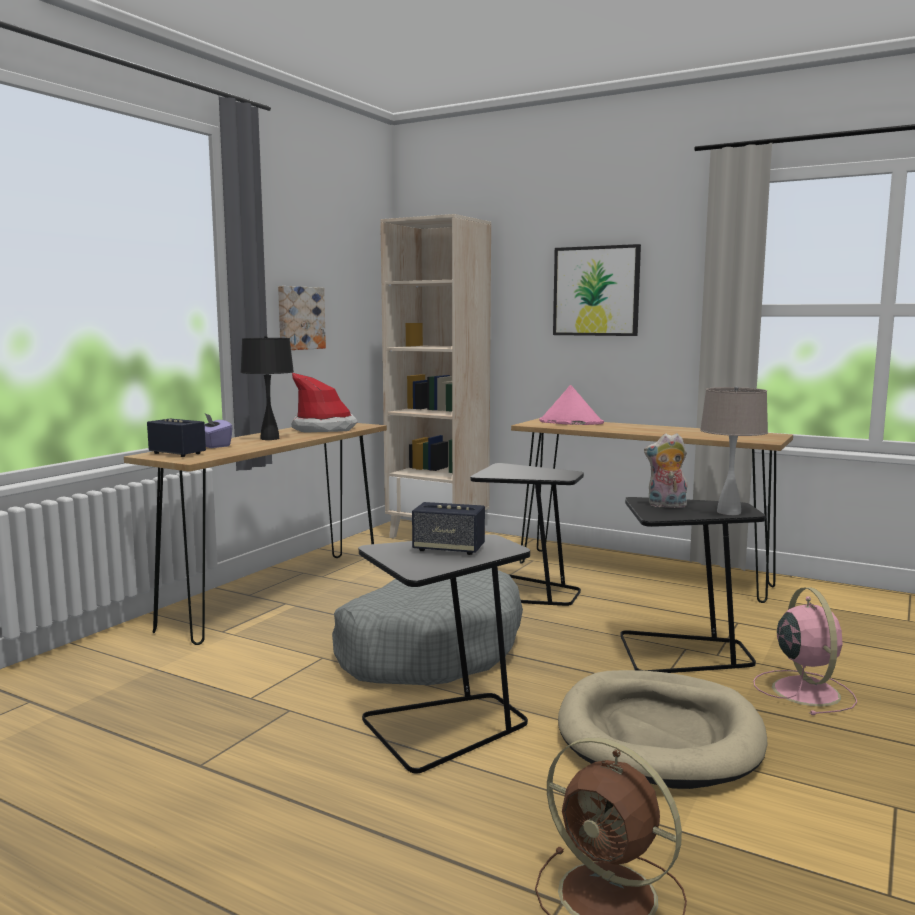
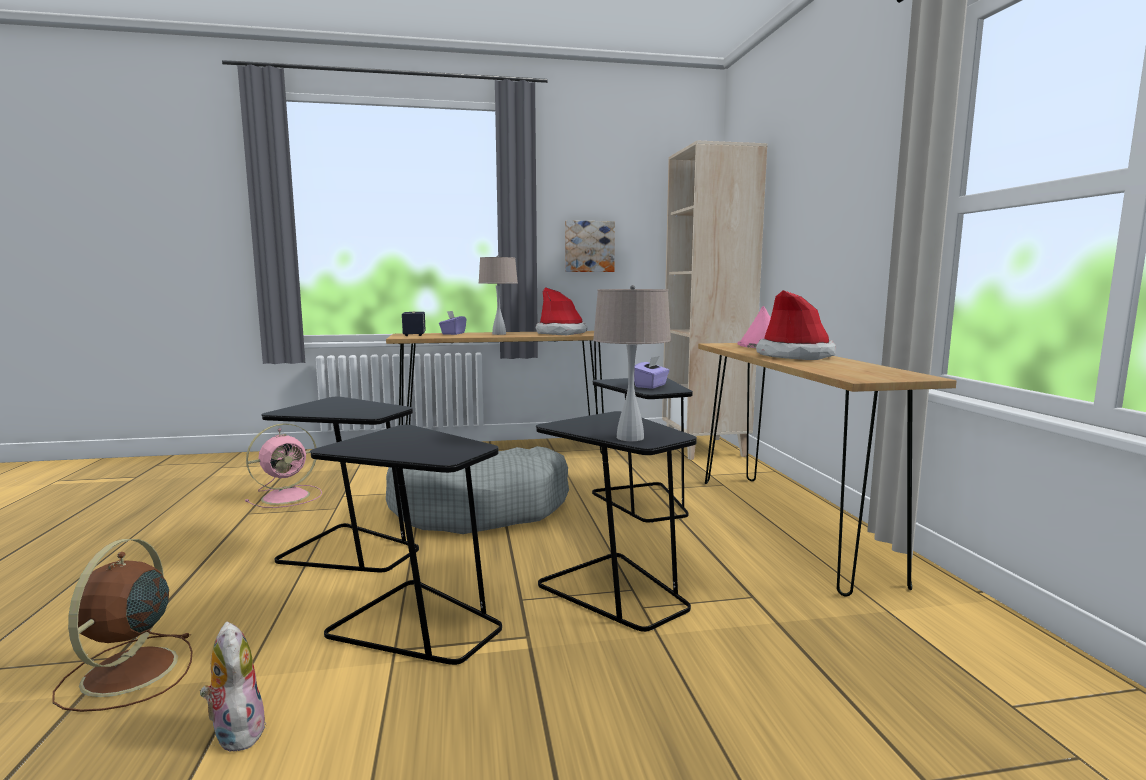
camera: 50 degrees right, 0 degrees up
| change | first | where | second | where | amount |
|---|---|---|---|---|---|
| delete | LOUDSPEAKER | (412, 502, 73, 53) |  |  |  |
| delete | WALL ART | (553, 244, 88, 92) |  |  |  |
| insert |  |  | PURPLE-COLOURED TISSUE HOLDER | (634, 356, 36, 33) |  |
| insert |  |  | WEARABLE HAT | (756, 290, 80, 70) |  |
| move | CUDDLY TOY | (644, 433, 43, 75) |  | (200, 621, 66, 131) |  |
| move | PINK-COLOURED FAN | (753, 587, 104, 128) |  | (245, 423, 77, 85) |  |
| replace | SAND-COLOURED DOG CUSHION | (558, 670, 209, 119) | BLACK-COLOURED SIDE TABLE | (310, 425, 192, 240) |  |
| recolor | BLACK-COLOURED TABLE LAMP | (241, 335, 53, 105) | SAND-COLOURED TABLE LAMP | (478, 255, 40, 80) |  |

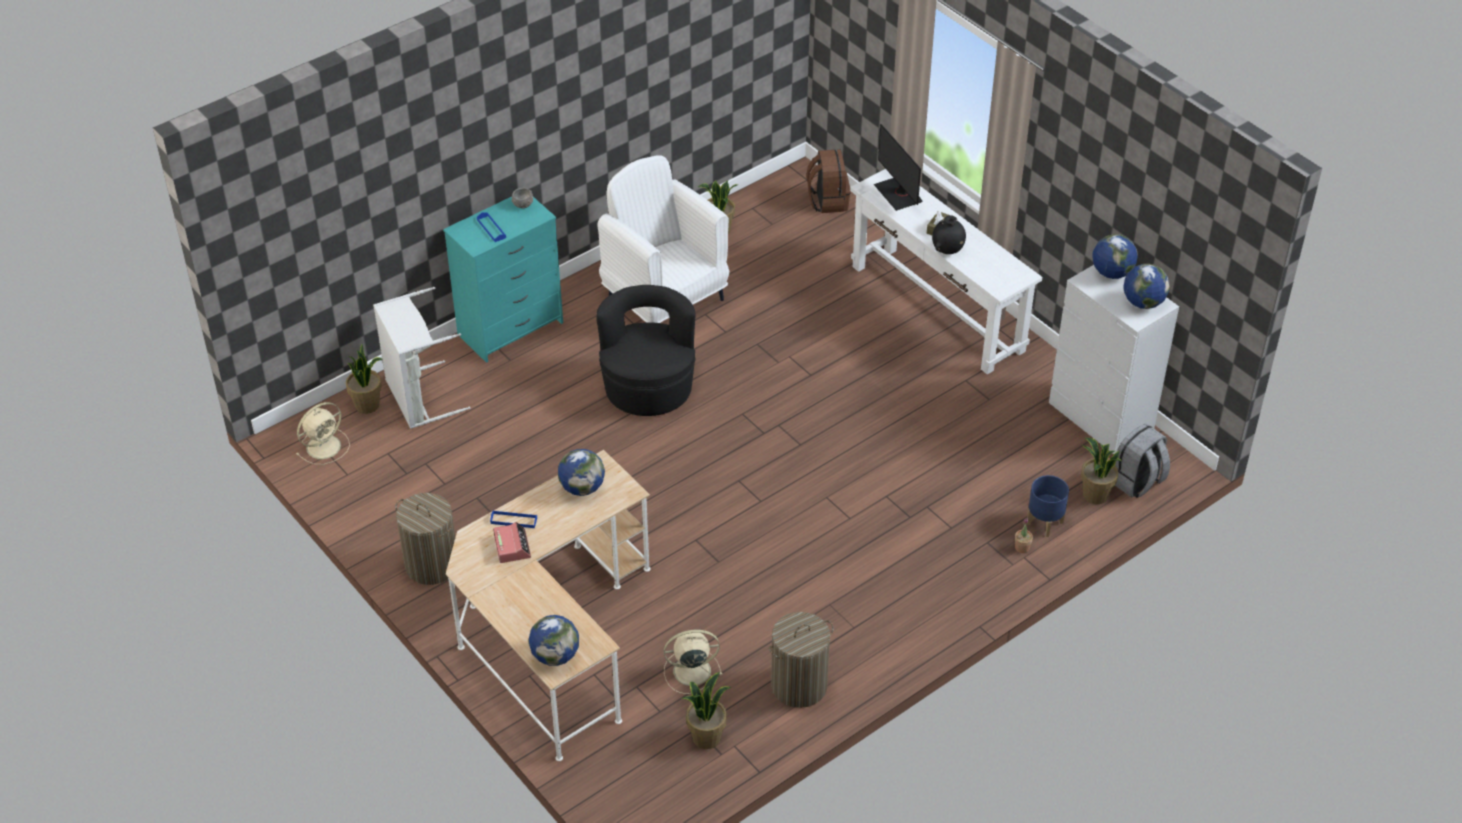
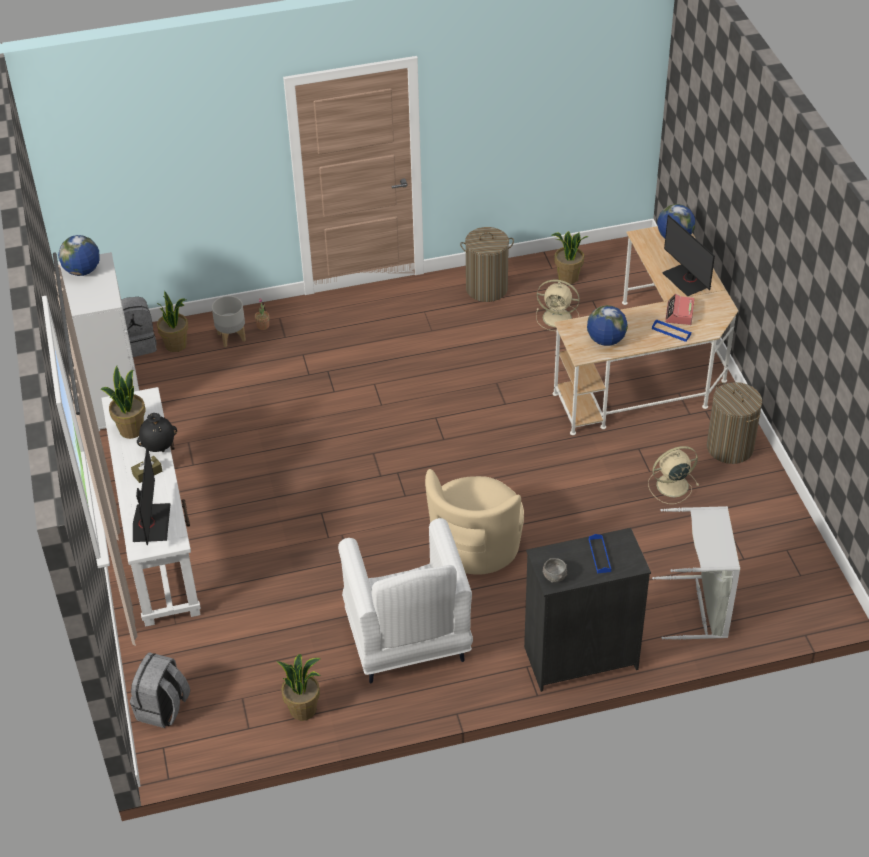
camera: 155 degrees left, 0 degrees up
| change | first | where | second | where | amount |
|---|---|---|---|---|---|
| delete | GLOBE | (1092, 234, 46, 45) |  |  |  |
| insert |  |  | COMPUTER DISPLAY | (662, 215, 53, 82) |  |
| move | SAND-COLOURED FAN | (297, 402, 53, 63) |  | (648, 446, 51, 58) |  |
| move | POTTED PLANT | (346, 344, 37, 70) |  | (100, 366, 45, 73) |  |
| recolor | BLUE-GREEN CHEST OF DRAWERS | (443, 197, 120, 166) | BLACK-COLOURED CHEST OF DRAWERS | (524, 528, 127, 164) |  |
| recolor | BLACK-COLOURED LOUNGE CHAIR | (596, 285, 100, 131) | SAND-COLOURED LOUNGE CHAIR | (425, 469, 99, 106) |  |
| recolor | BROWN RUCKSACK | (807, 149, 44, 64) | GRAY RUCKSACK | (130, 652, 60, 76) |  |
| recolor | BLUE PLANTER | (1027, 475, 42, 62) | GRAY PLANTER | (212, 296, 34, 51) |  |

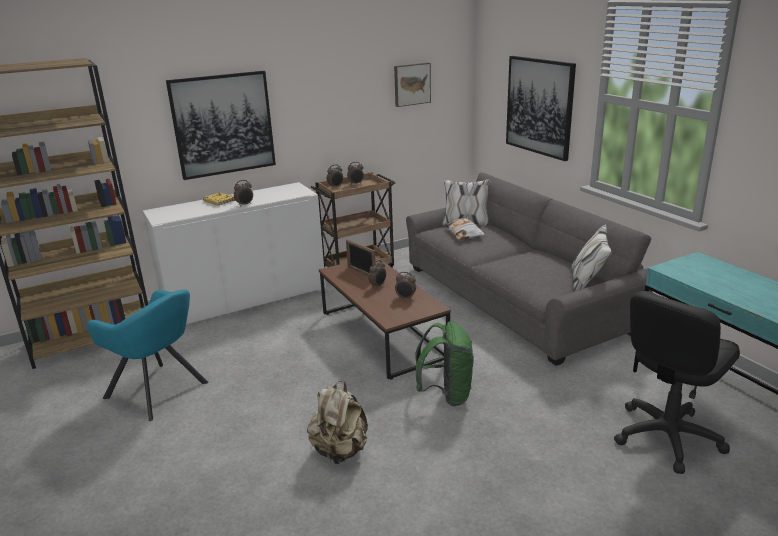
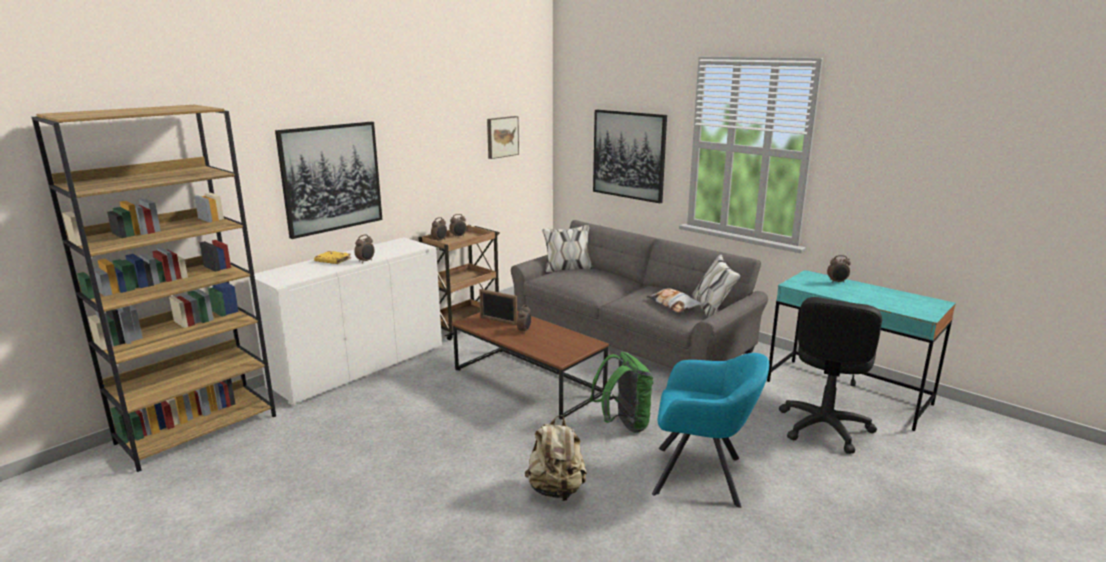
camera: 20 degrees left, 5 degrees down
| change | first | where | second | where | amount |
|---|---|---|---|---|---|
| move | BLUE-GREEN LOUNGE CHAIR | (87, 289, 122, 132) |  | (652, 353, 117, 155) |  |
| move | BEDSIDE CLOCK | (395, 272, 21, 28) |  | (827, 255, 24, 28) |  |
| move | CUSHION | (445, 218, 40, 22) |  | (647, 288, 55, 24) |  |

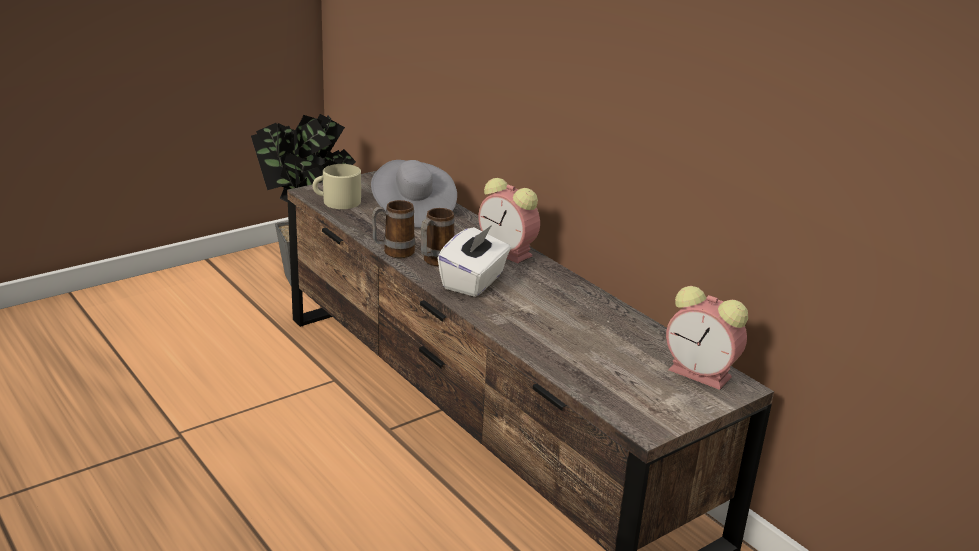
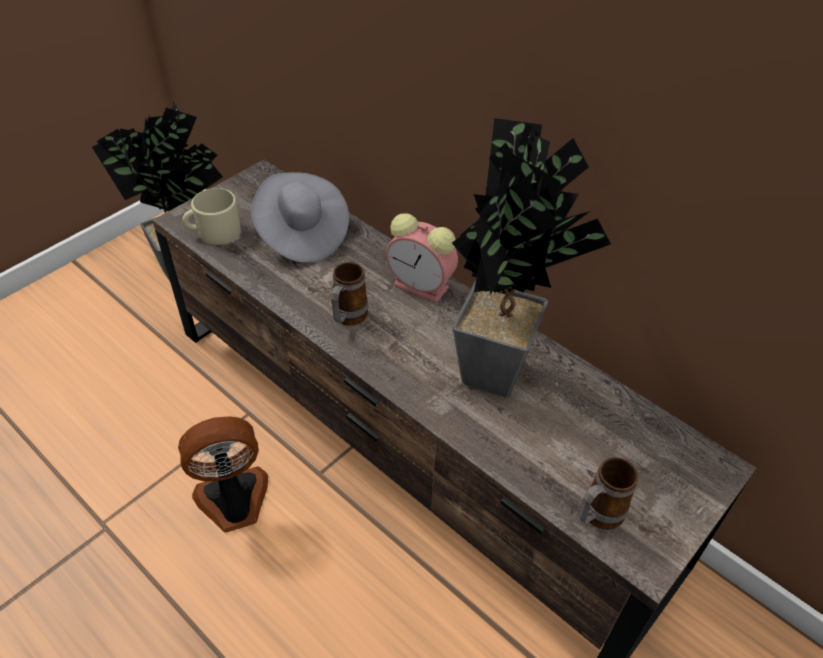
camera: 10 degrees left, 20 degrees up
| change | first | where | second | where | amount |
|---|---|---|---|---|---|
| delete | WHITE-COLOURED TISSUE HOLDER | (438, 225, 73, 72) |  |  |  |
| delete | BEDSIDE CLOCK | (666, 286, 82, 104) |  |  |  |
| insert |  |  | FAN | (178, 416, 90, 117) |  |
| insert |  |  | POTTED PLANT | (452, 118, 159, 280) |  |
| move | COFFEE MUG | (372, 200, 43, 58) |  | (579, 457, 59, 73) |  |

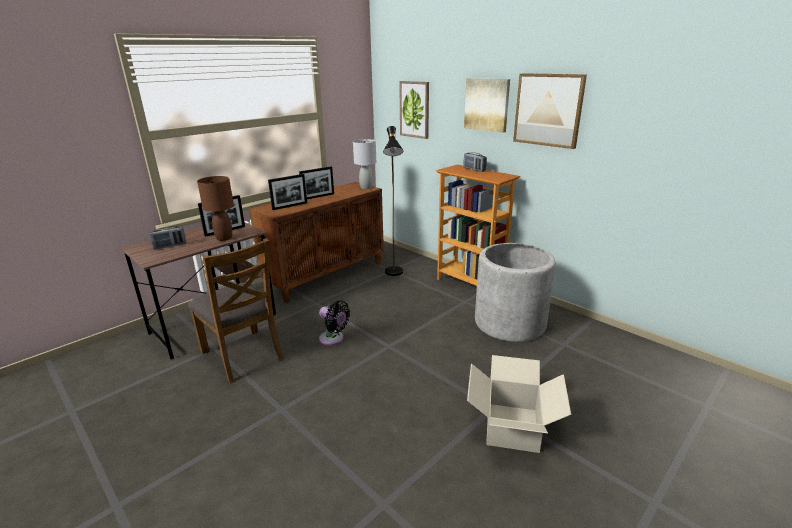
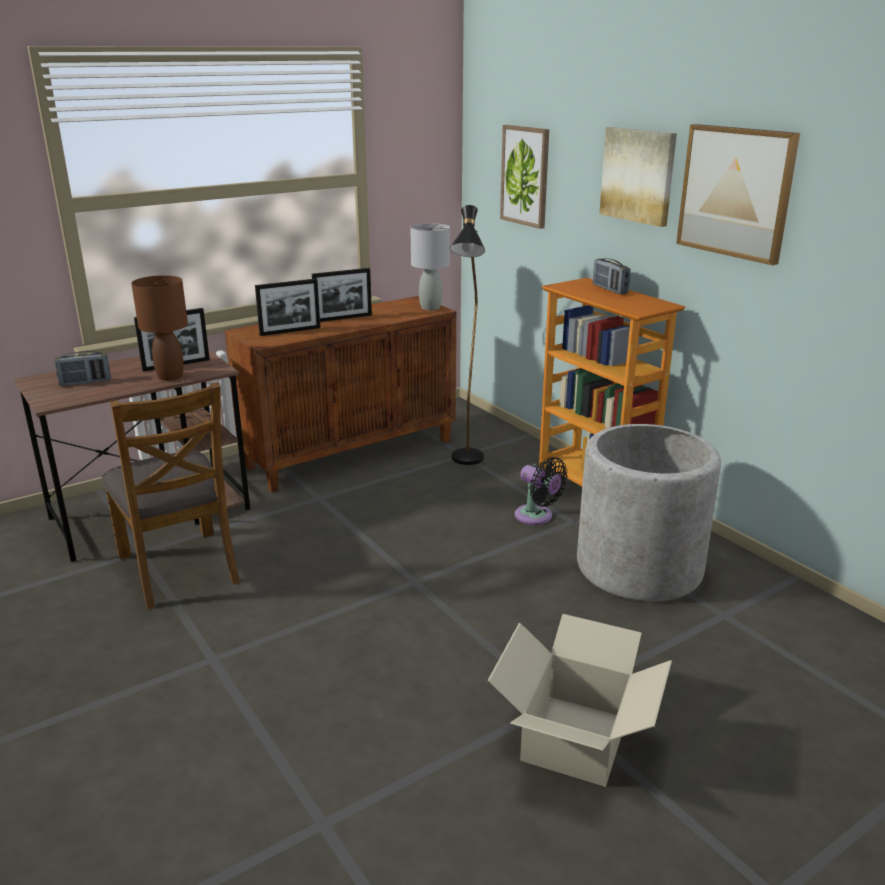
camera: 10 degrees right, 0 degrees up
| change | first | where | second | where | amount |
|---|---|---|---|---|---|
| move | BLACK-COLOURED FAN | (319, 301, 31, 45) |  | (515, 457, 53, 68) |  |

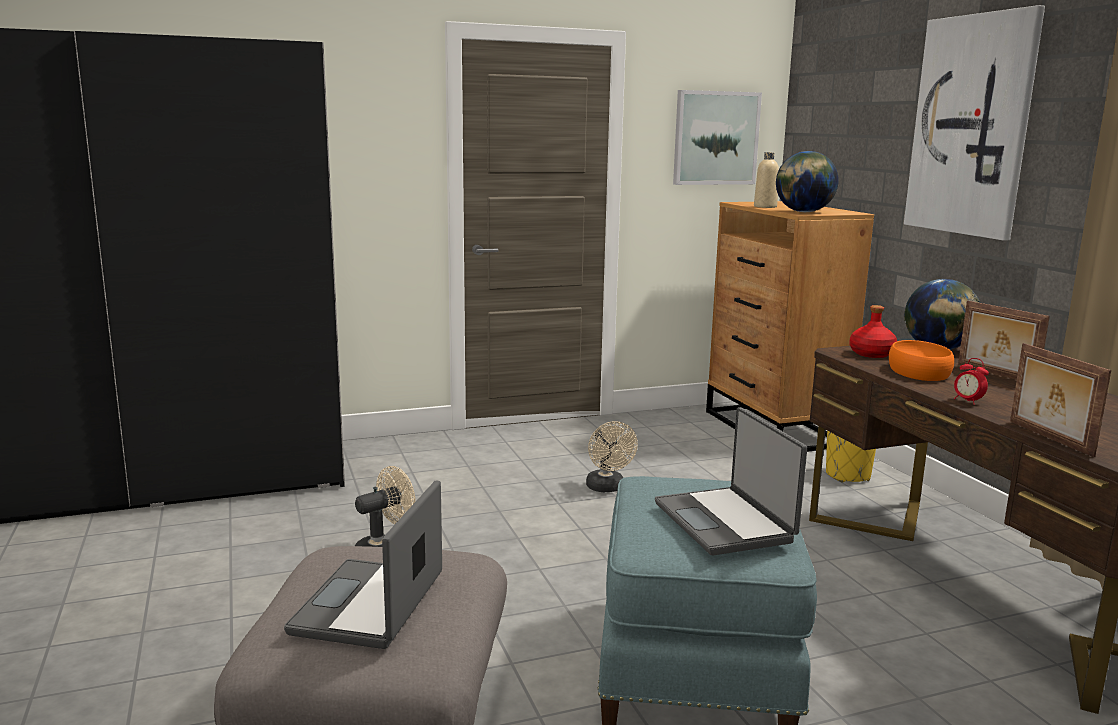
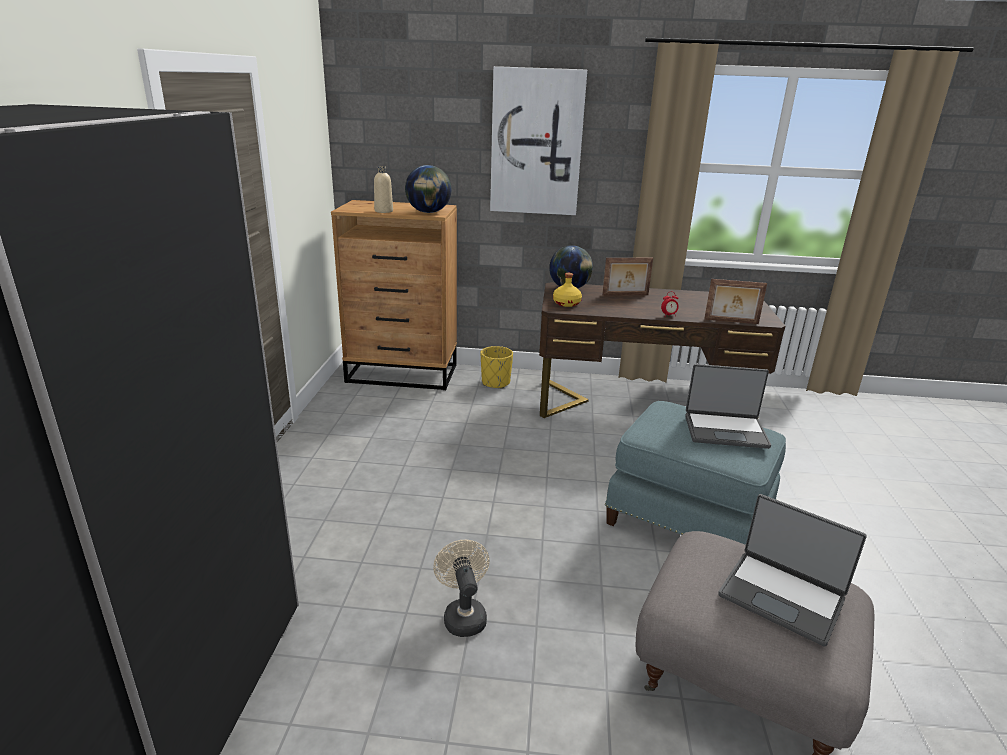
camera: 65 degrees left, 10 degrees up
| change | first | where | second | where | amount |
|---|---|---|---|---|---|
| delete | SAND-COLOURED FAN | (586, 421, 52, 71) |  |  |  |
| delete | WALL ART | (673, 90, 89, 95) |  |  |  |
| delete | ORANGEY BOWL | (889, 340, 65, 41) |  |  |  |
| recolor | RED BOTTLE | (849, 305, 48, 53) | YELLOW-COLOURED BOTTLE | (553, 273, 29, 34) |  |

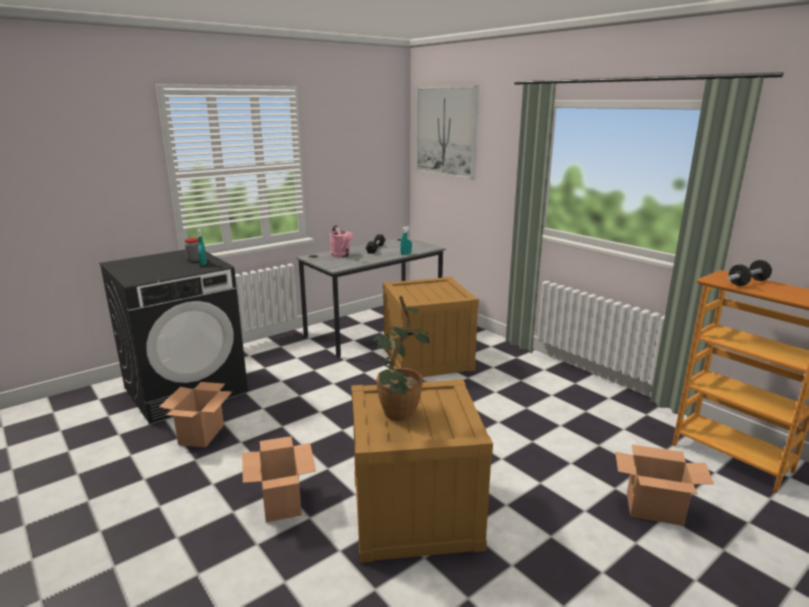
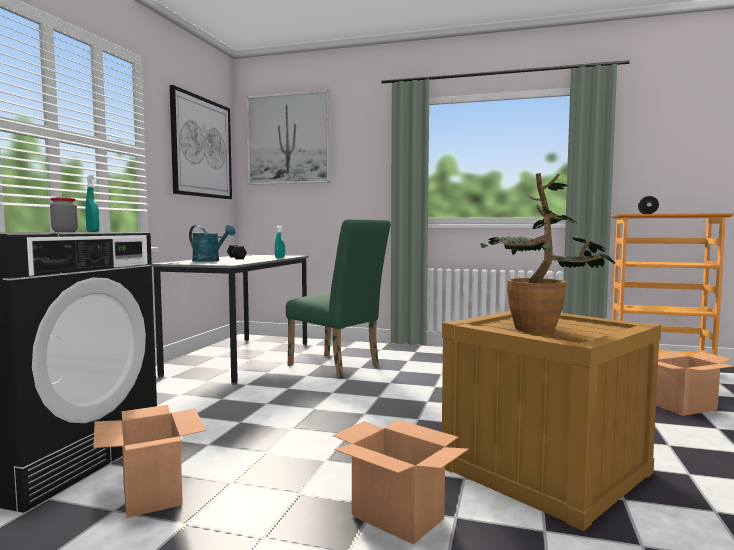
camera: 35 degrees left, 15 degrees down
| change | first | where | second | where | amount |
|---|---|---|---|---|---|
| insert |  |  | WALL ART | (169, 85, 63, 114) |  |
| replace | PACKING CRATE | (383, 276, 96, 101) | GREEN PLAIN CHAIR | (286, 219, 105, 160) |  |
| recolor | PINK-COLOURED WATERING CAN | (330, 225, 24, 33) | BLUE-GREEN WATERING CAN | (189, 225, 46, 37) |  |

